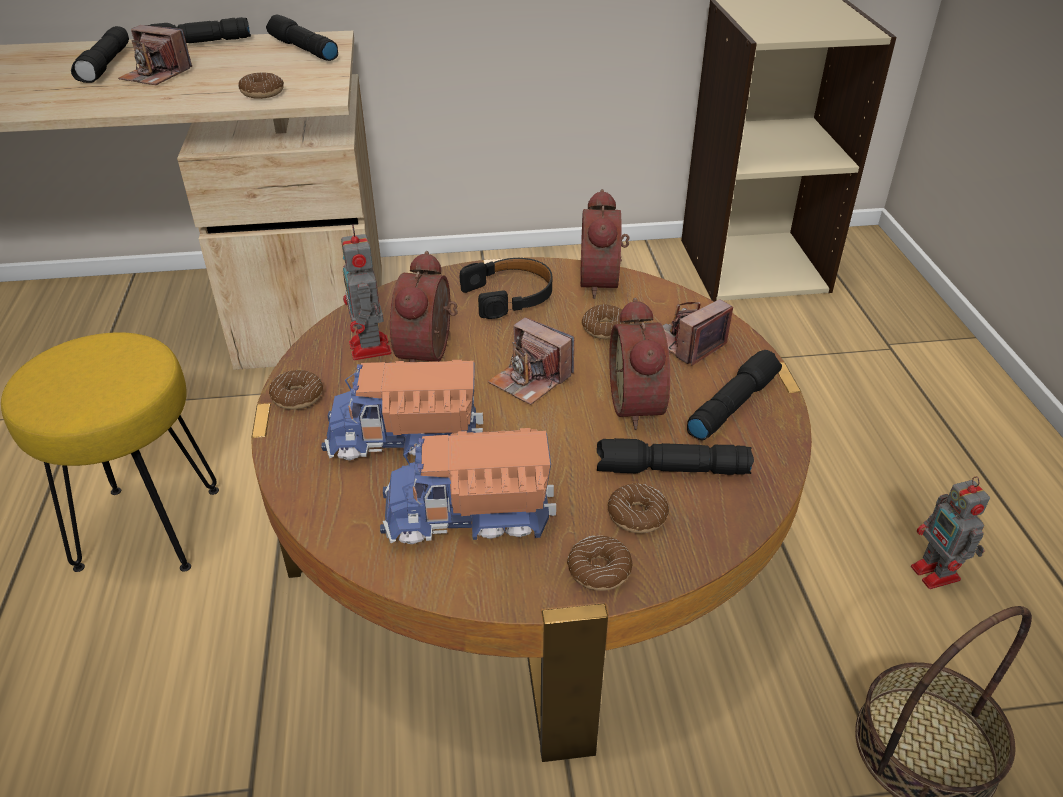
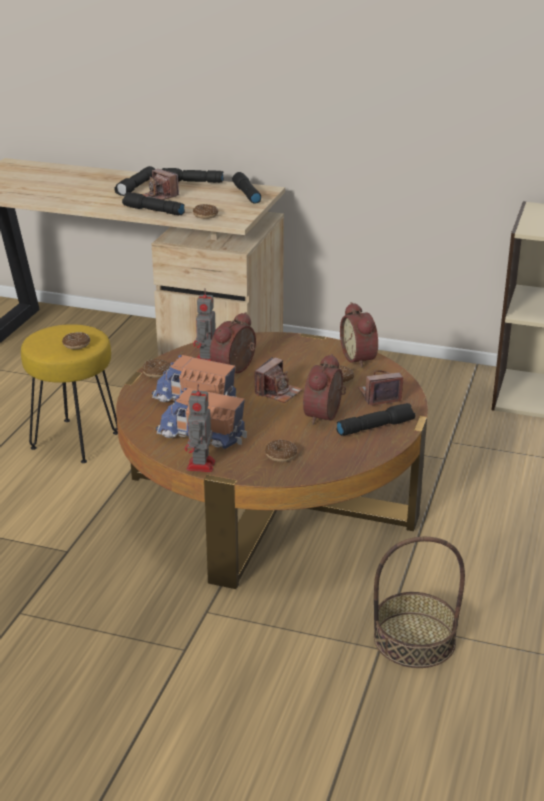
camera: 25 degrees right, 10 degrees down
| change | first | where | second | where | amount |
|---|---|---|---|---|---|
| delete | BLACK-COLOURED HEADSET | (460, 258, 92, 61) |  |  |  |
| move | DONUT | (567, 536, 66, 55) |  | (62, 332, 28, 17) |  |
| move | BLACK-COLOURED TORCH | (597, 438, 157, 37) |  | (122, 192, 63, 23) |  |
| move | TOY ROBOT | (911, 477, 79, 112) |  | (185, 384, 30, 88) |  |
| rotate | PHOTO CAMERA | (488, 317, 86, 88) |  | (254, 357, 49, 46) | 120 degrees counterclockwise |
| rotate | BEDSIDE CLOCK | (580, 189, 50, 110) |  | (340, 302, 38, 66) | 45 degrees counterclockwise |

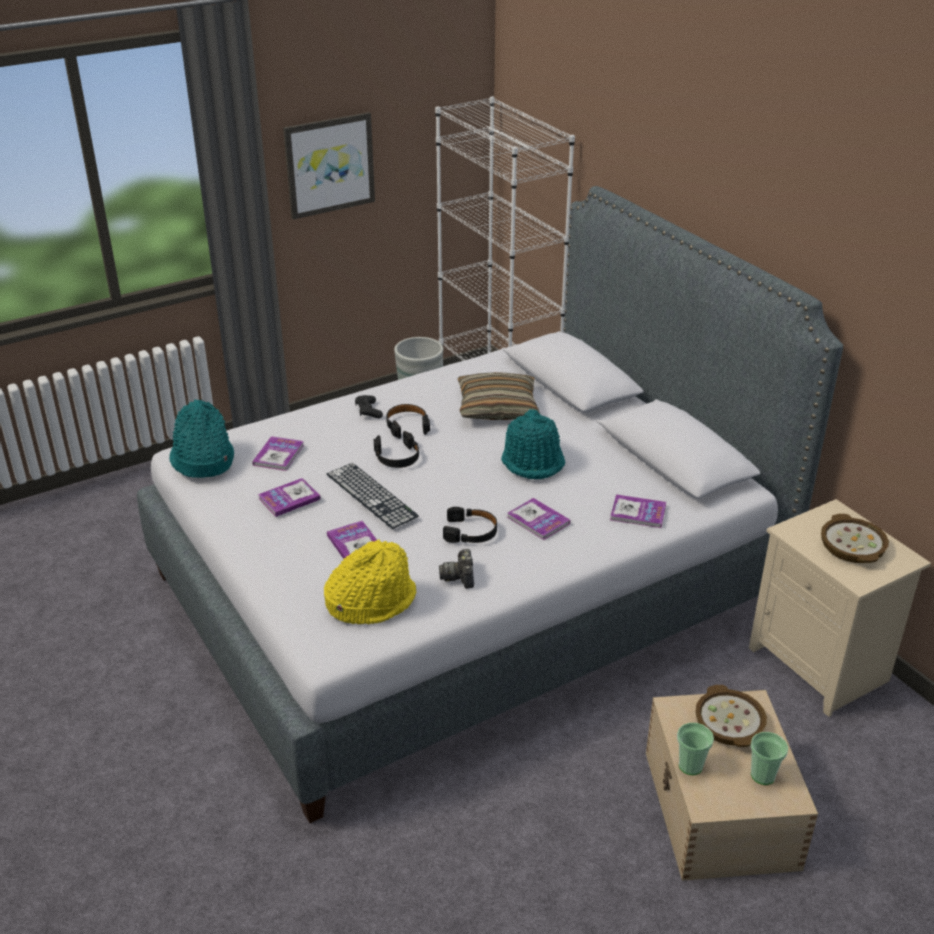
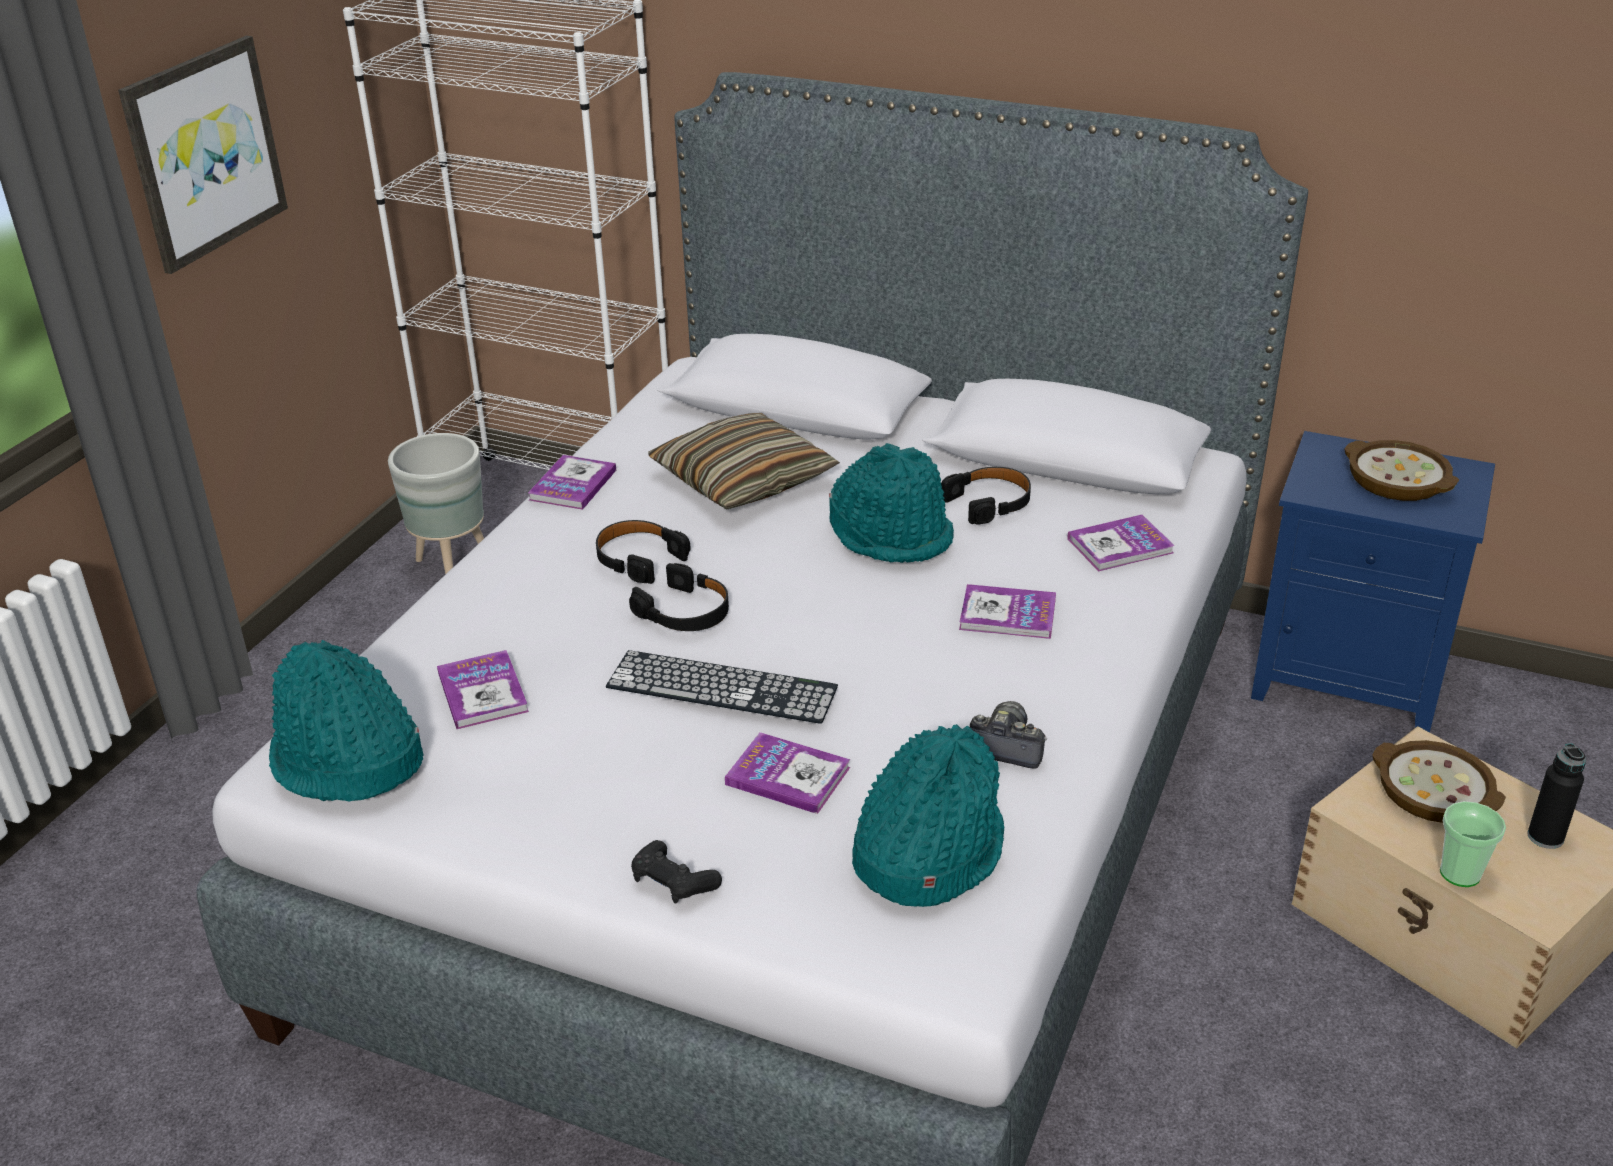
camera: 35 degrees left, 0 degrees up
| change | first | where | second | where | amount |
|---|---|---|---|---|---|
| move | BOUND BOOK | (258, 478, 63, 39) |  | (528, 455, 88, 55) |  |
| move | BLACK-COLOURED JOYPAD | (355, 395, 28, 23) |  | (631, 840, 91, 64) |  |
| move | BLACK-COLOURED HEADSET | (443, 507, 54, 36) |  | (941, 467, 90, 58) |  |
| replace | CUP | (750, 732, 38, 53) | BLACK-COLOURED BOTTLE | (1528, 744, 58, 105) |  |
| recolor | YELLOW-COLOURED WEARABLE HAT | (324, 540, 92, 85) | BLUE-GREEN WEARABLE HAT | (852, 724, 152, 183) |  |
| recolor | SAND-COLOURED NIGHTSTAND | (749, 499, 182, 218) | BLUE NIGHTSTAND | (1251, 431, 244, 301) |  |
| rotate | PHOTO CAMERA | (439, 549, 35, 39) |  | (970, 701, 77, 67) | 150 degrees clockwise |

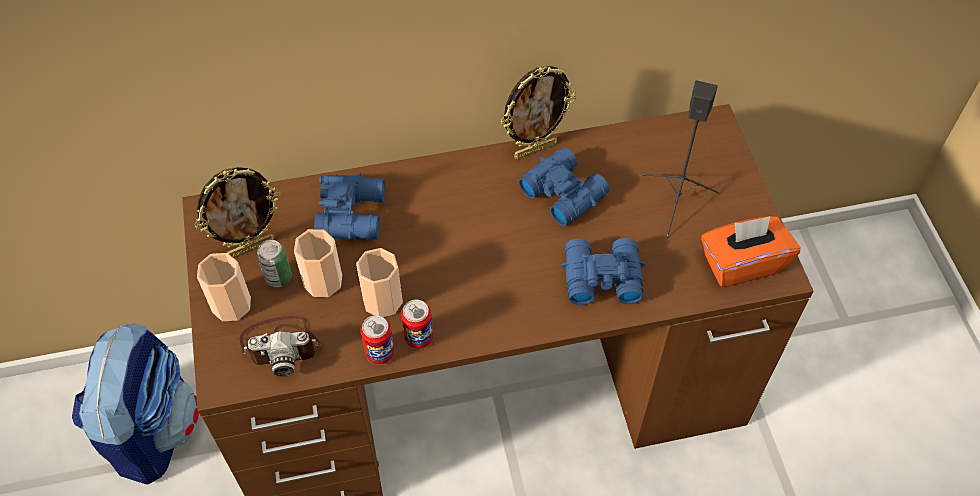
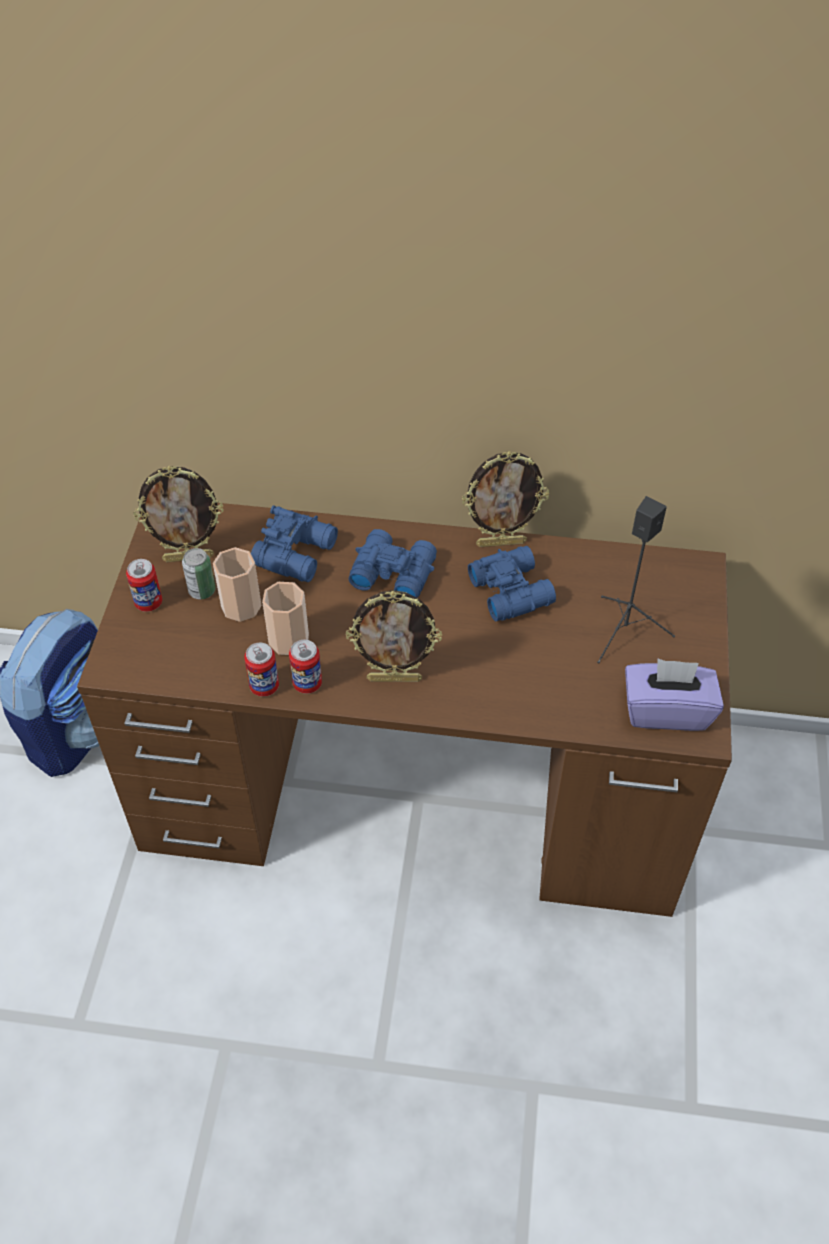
camera: 20 degrees right, 5 degrees down
| change | first | where | second | where | amount |
|---|---|---|---|---|---|
| delete | PHOTO CAMERA | (239, 316, 82, 61) |  |  |  |
| insert |  |  | PICTURE FRAME | (346, 590, 96, 92) |  |
| move | BLUE FIELD GLASSES | (561, 238, 84, 67) |  | (349, 529, 88, 68) |  |
| replace | CUP | (197, 253, 54, 68) | CAN | (126, 559, 36, 53) |  |
| recolor | ORANGEY TISSUE HOLDER | (701, 216, 100, 71) | PURPLE-COLOURED TISSUE HOLDER | (625, 659, 99, 72) |  |

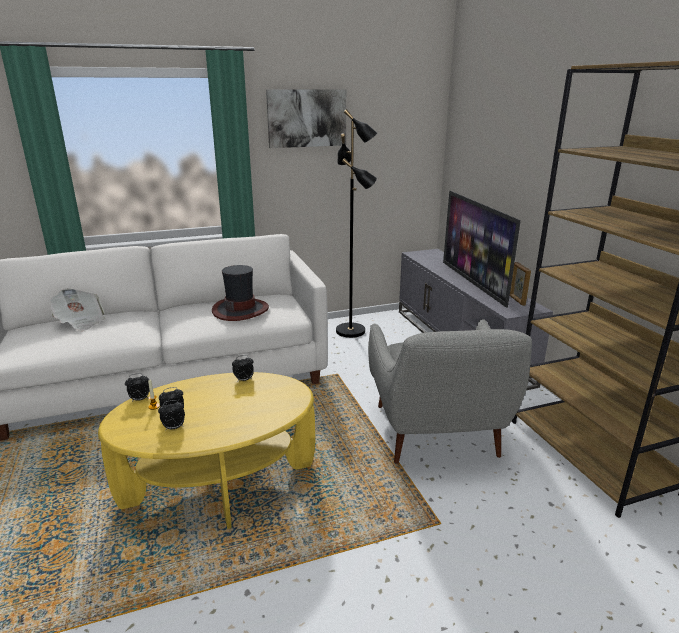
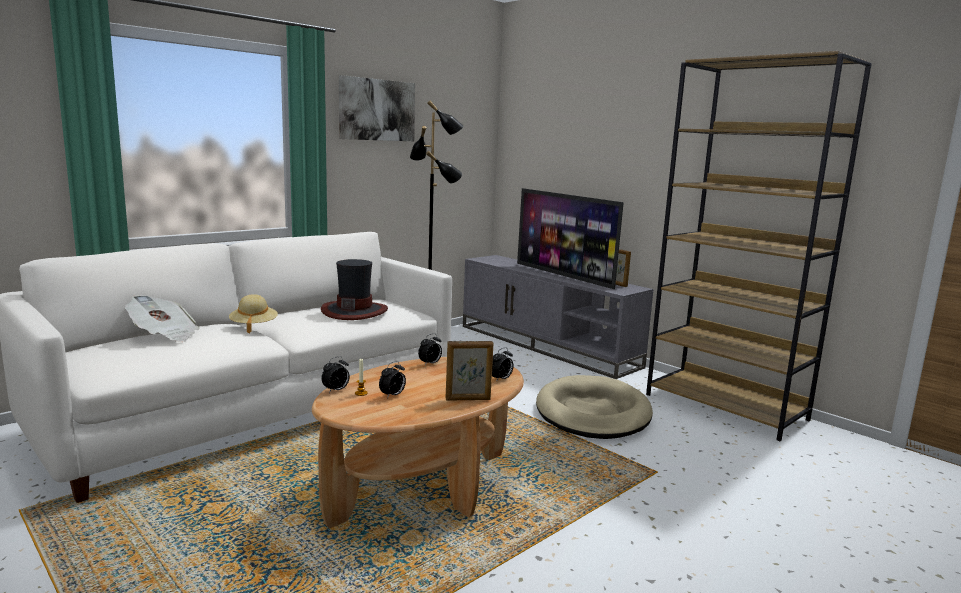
camera: 25 degrees left, 10 degrees down
| change | first | where | second | where | amount |
|---|---|---|---|---|---|
| insert |  |  | SAND-COLOURED WEARABLE HAT | (229, 294, 49, 39) |  |
| insert |  |  | PICTURE FRAME | (446, 341, 47, 60) |  |
| move | BEDSIDE CLOCK | (158, 400, 27, 30) |  | (492, 348, 21, 34) |  |
| replace | GRAY LOUNGE CHAIR | (368, 319, 164, 145) | SAND-COLOURED DOG CUSHION | (536, 375, 117, 64) |  |
| recolor | YELLOW-COLOURED LOW TABLE | (98, 372, 217, 157) | BROWN LOW TABLE | (312, 357, 212, 171) |  |

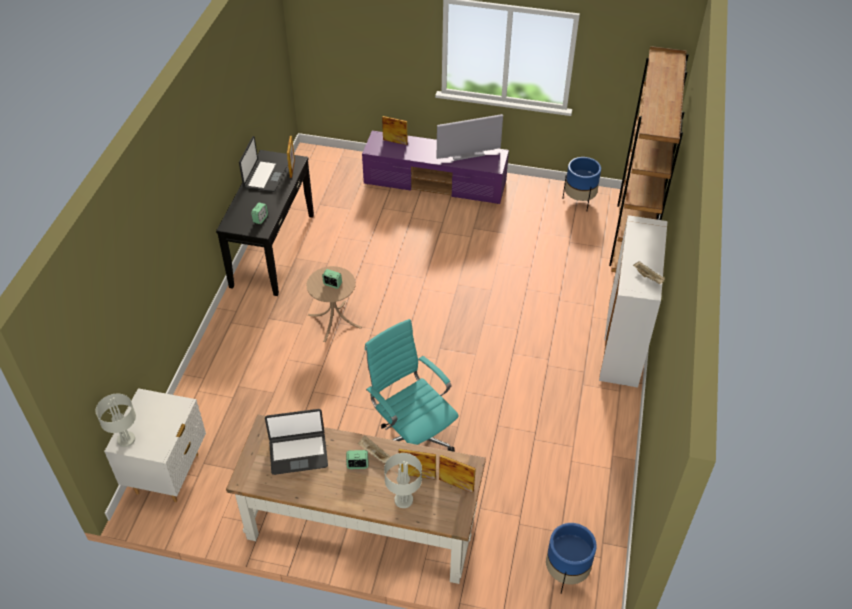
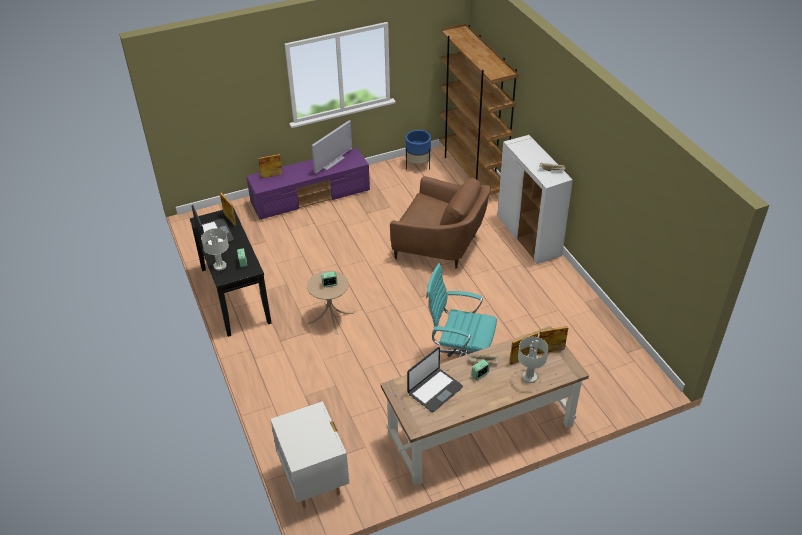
camera: 35 degrees left, 5 degrees down
| change | first | where | second | where | amount |
|---|---|---|---|---|---|
| delete | BLUE PLANTER | (546, 523, 51, 70) |  |  |  |
| insert |  |  | BROWN LOUNGE CHAIR | (390, 176, 101, 93) |  |
| move | GRAY TABLE LAMP | (96, 394, 40, 53) |  | (201, 228, 28, 43) |  |

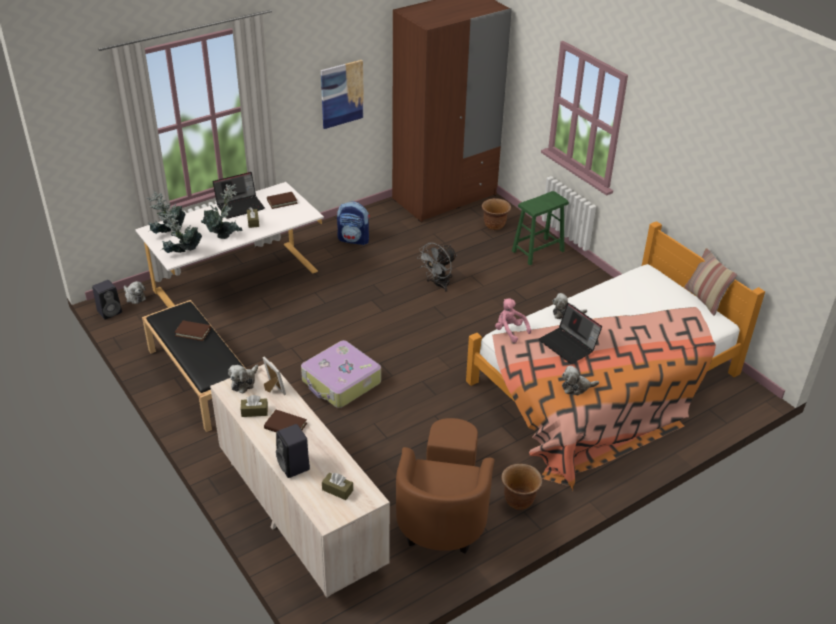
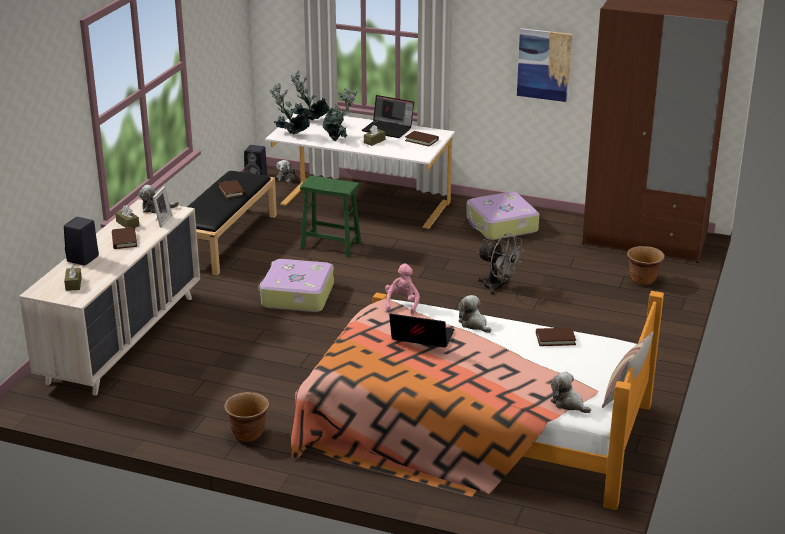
camera: 55 degrees right, 10 degrees down
| change | first | where | second | where | amount |
|---|---|---|---|---|---|
| delete | BROWN LOUNGE CHAIR | (396, 418, 99, 136) |  |  |  |
| insert |  |  | BROWN BOUND BOOK | (536, 328, 40, 18) |  |
| move | GREEN STOOL SEAT | (512, 191, 57, 74) |  | (300, 176, 61, 81) |  |
| move | CUDDLY TOY | (562, 366, 37, 29) |  | (550, 372, 41, 41) |  |
| replace | RUCKSACK | (337, 201, 33, 44) | SUITCASE | (466, 192, 73, 48) |  |
| rotate | GRAY FAN | (418, 243, 39, 49) |  | (477, 233, 47, 62) | 150 degrees counterclockwise |
| rotate | NOTEBOOK COMPUTER | (538, 303, 64, 61) |  | (389, 313, 66, 34) | 90 degrees clockwise |

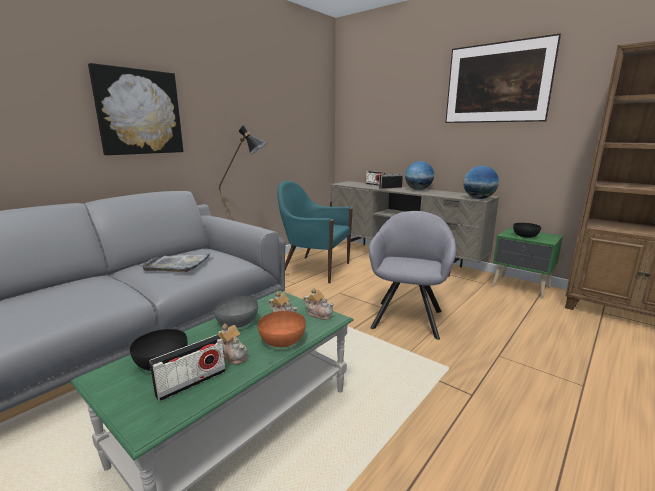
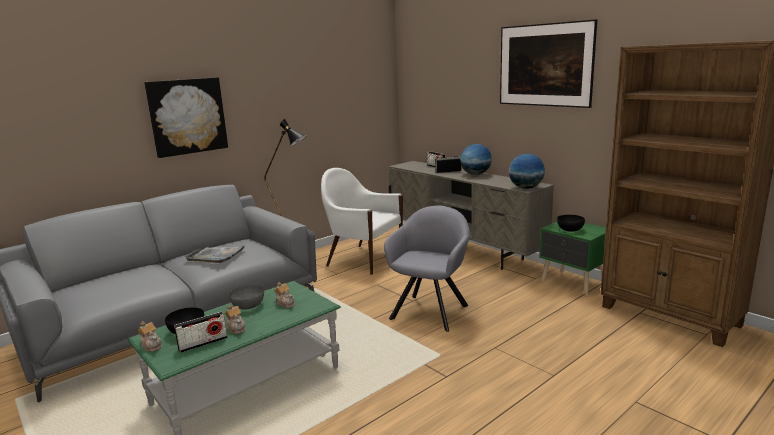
camera: 10 degrees right, 0 degrees up
| change | first | where | second | where | amount |
|---|---|---|---|---|---|
| delete | ORANGEY BOWL | (258, 311, 48, 36) |  |  |  |
| move | TEA POT | (303, 288, 31, 32) |  | (138, 321, 24, 31) |  |
| recolor | BLUE-GREEN LOUNGE CHAIR | (278, 181, 75, 103) | WHITE-COLOURED LOUNGE CHAIR | (321, 168, 82, 107) |  |

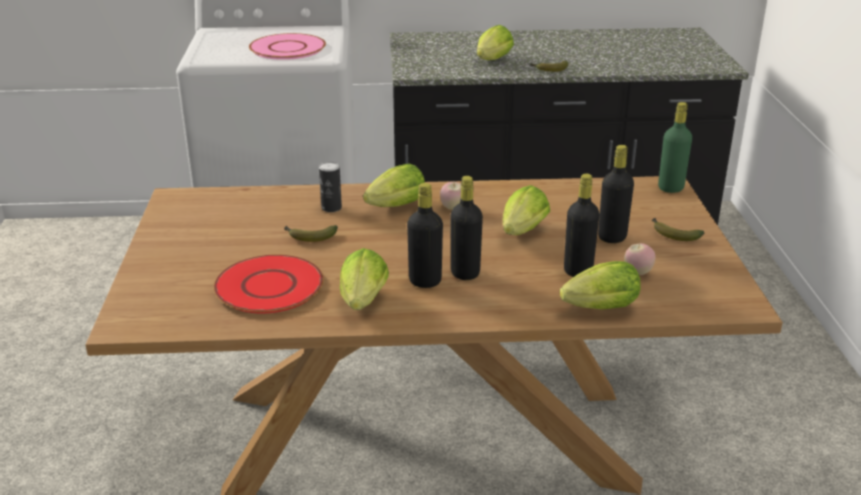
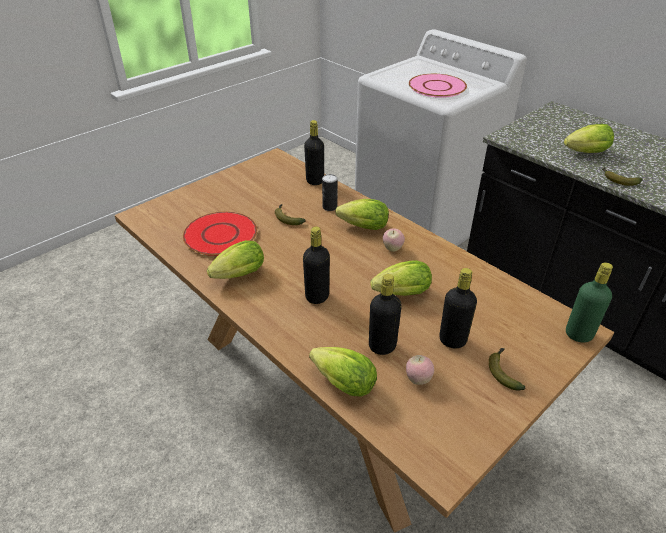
camera: 50 degrees right, 10 degrees up
| change | first | where | second | where | amount |
|---|---|---|---|---|---|
| move | BLACK-COLOURED BOTTLE | (407, 183, 36, 105) |  | (304, 120, 20, 65) |  |

